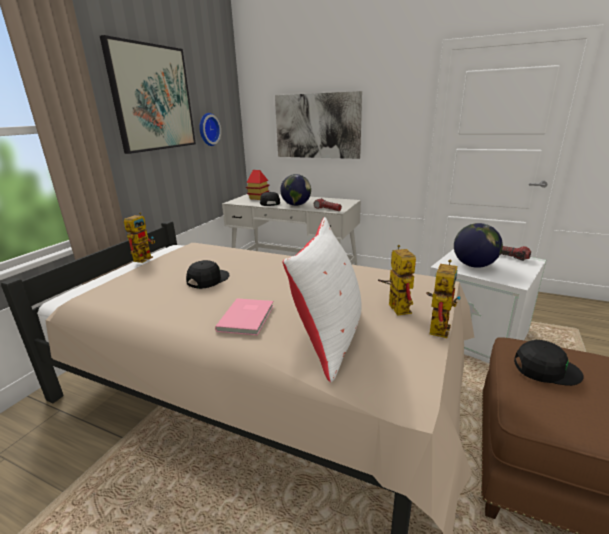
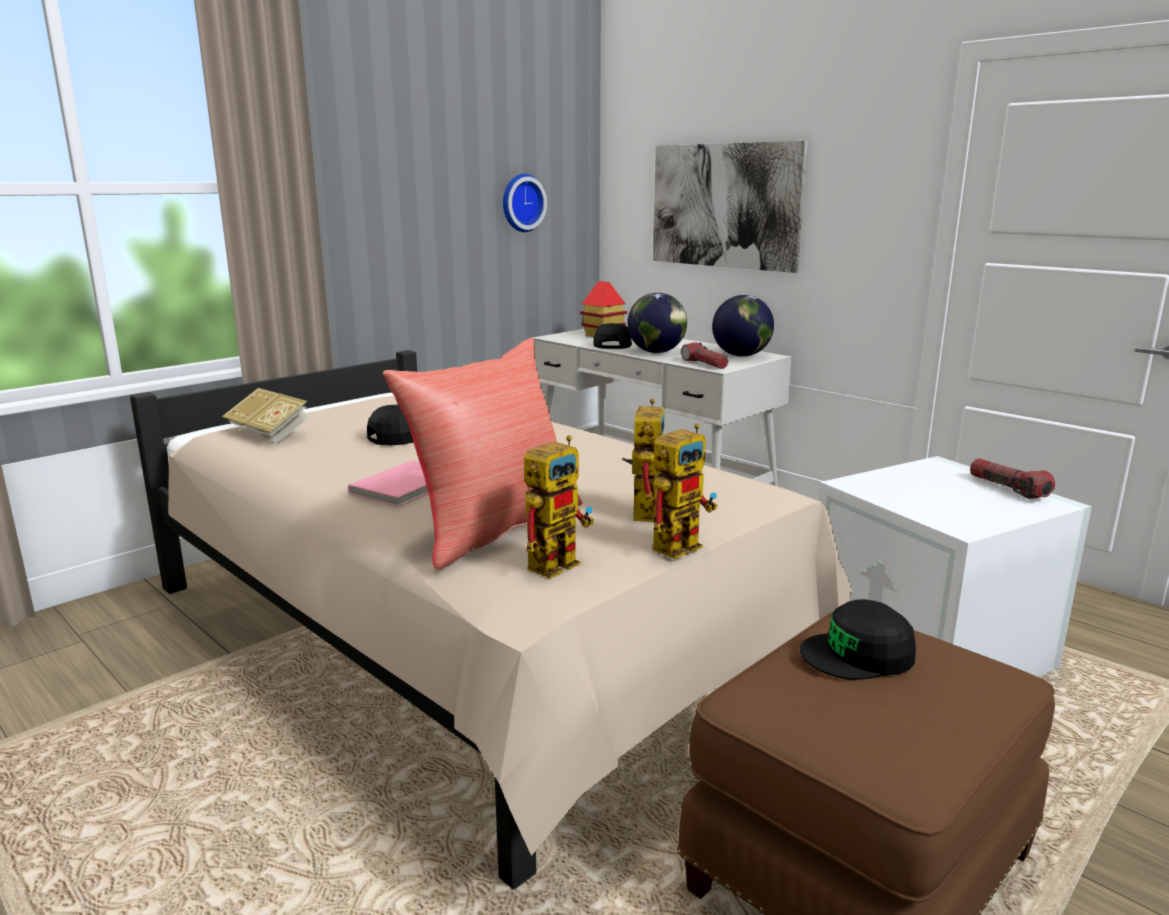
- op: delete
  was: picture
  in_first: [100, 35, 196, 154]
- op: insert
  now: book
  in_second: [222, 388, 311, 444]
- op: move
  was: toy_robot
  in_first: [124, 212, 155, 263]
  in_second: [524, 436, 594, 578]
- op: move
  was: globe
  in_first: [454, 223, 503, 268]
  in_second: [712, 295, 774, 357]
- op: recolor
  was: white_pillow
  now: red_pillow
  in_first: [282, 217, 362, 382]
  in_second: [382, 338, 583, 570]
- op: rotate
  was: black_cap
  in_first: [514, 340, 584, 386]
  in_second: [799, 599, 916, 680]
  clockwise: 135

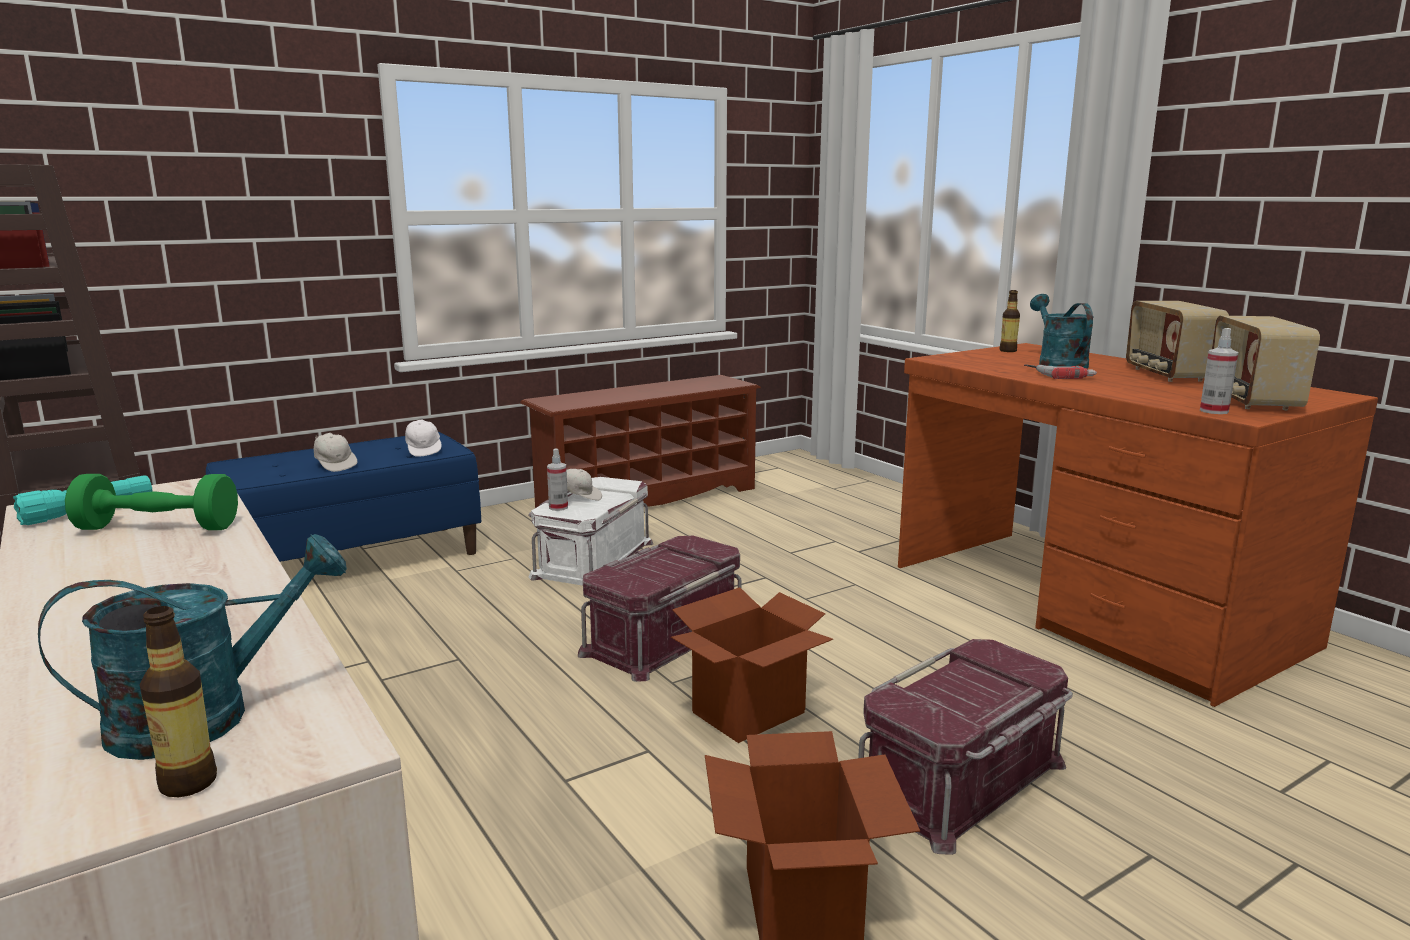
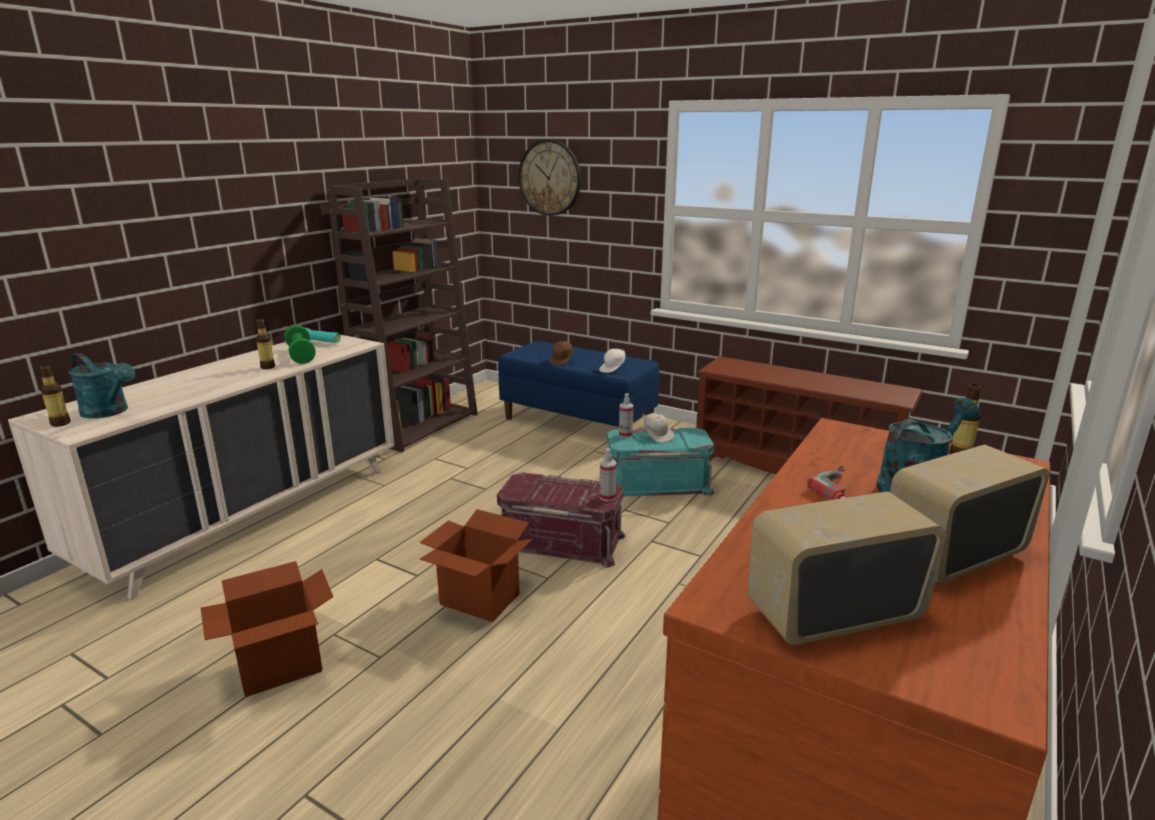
- op: delete
  was: red_storage_box
  in_first: [858, 639, 1073, 855]
- op: insert
  now: bottle
  in_second: [256, 319, 275, 369]
- op: insert
  now: wall_clock
  in_second: [518, 140, 581, 216]
- op: move
  was: spray_bottle
  in_first: [1200, 328, 1238, 414]
  in_second: [600, 449, 617, 501]
- op: recolor
  was: white_cap
  now: brown_cap
  in_first: [314, 433, 357, 472]
  in_second: [550, 341, 573, 365]
- op: recolor
  was: white_storage_box
  now: turquoise_storage_box
  in_first: [528, 477, 654, 586]
  in_second: [607, 428, 714, 496]

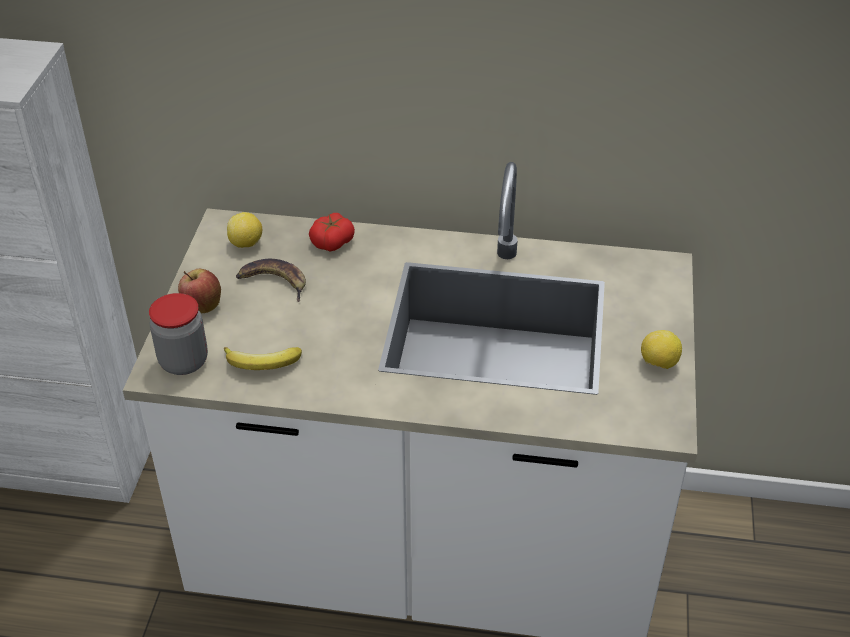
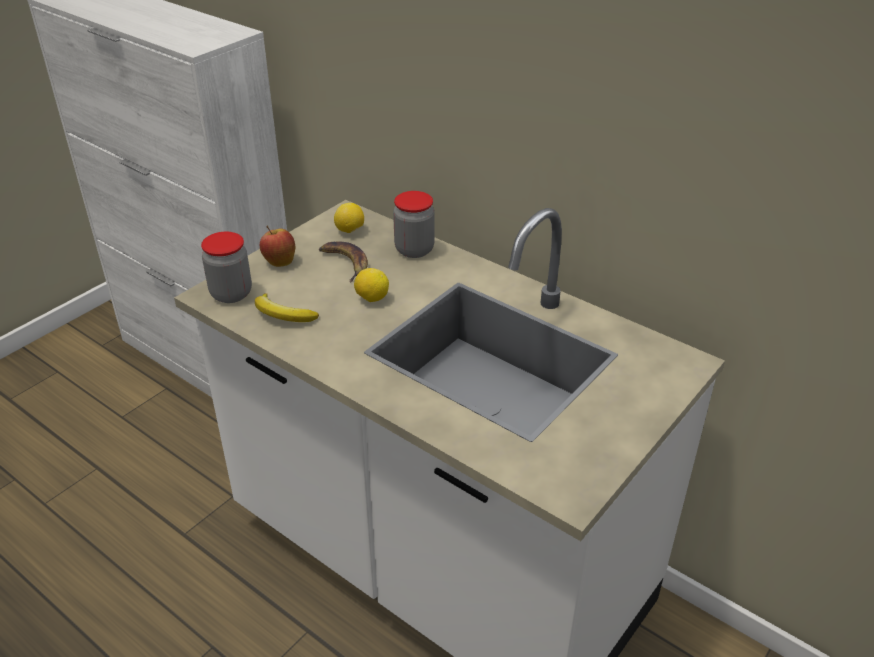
- op: move
  was: lemon
  in_first: [641, 330, 682, 369]
  in_second: [354, 268, 389, 302]
- op: replace
  was: tomato
  now: jar
  in_first: [309, 213, 355, 252]
  in_second: [393, 191, 435, 258]

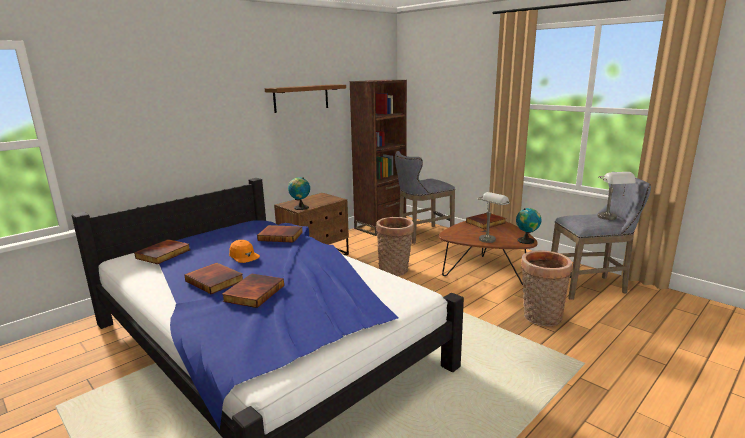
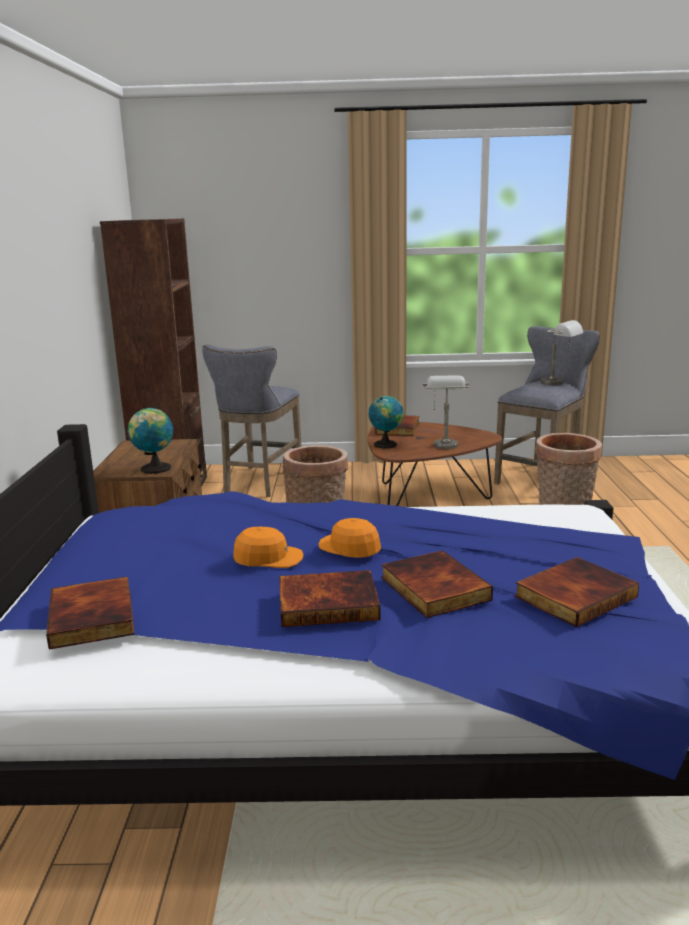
- op: delete
  was: brown_shelf
  in_first: [265, 84, 346, 113]
- op: insert
  now: orange_cap
  in_second: [318, 518, 381, 558]
- op: move
  was: book
  in_first: [257, 225, 303, 243]
  in_second: [514, 557, 639, 627]
- op: move
  was: globe
  in_first: [516, 208, 541, 244]
  in_second: [369, 396, 404, 448]

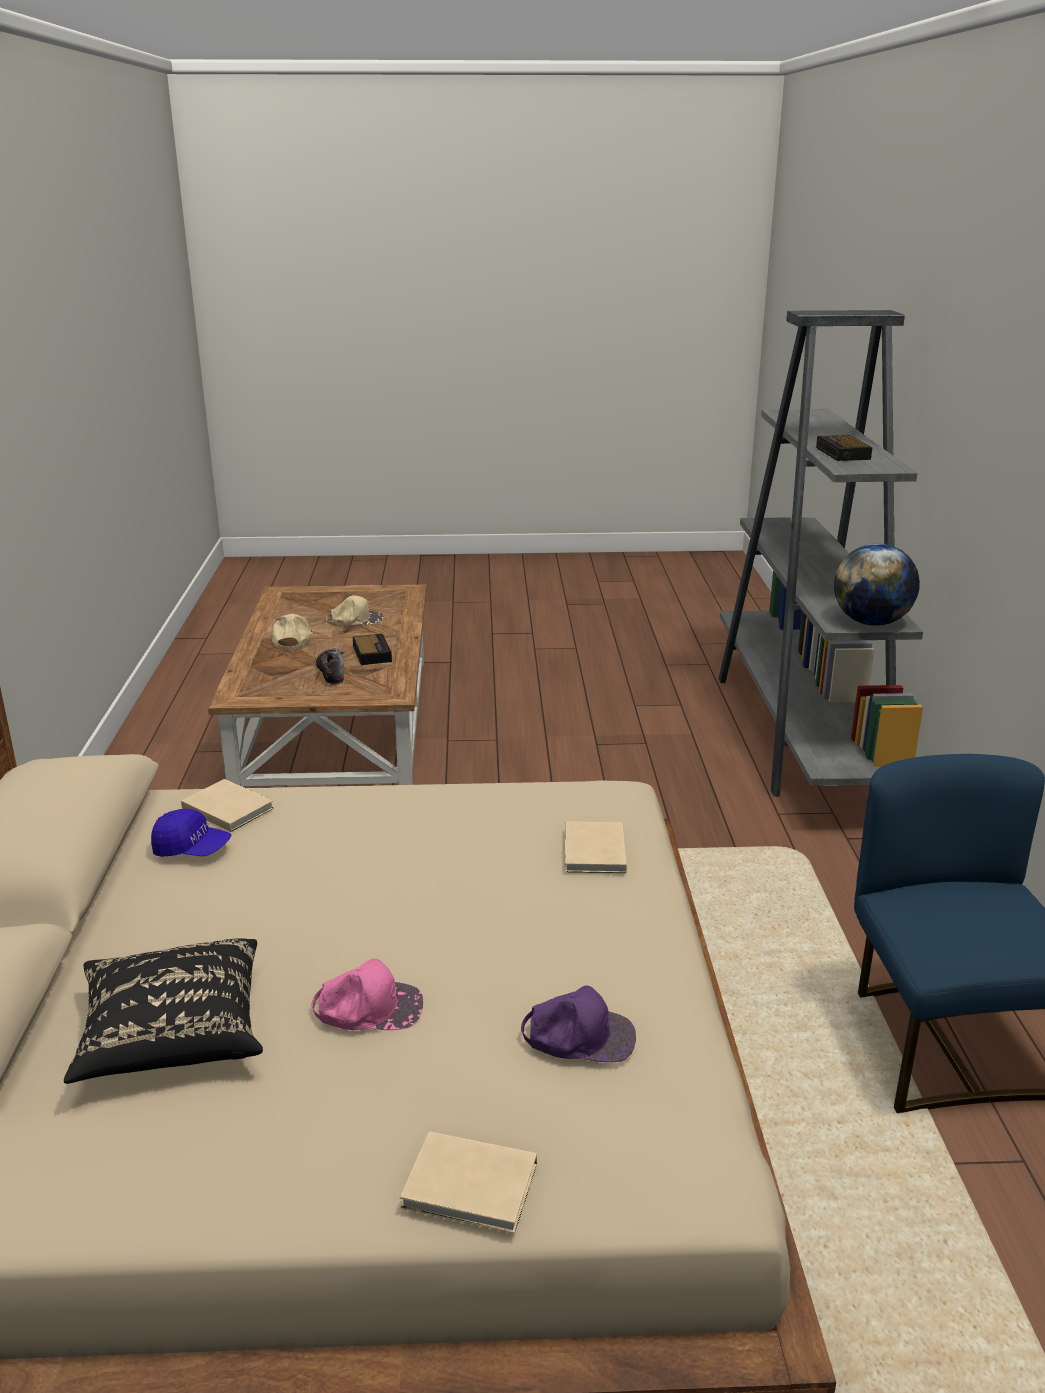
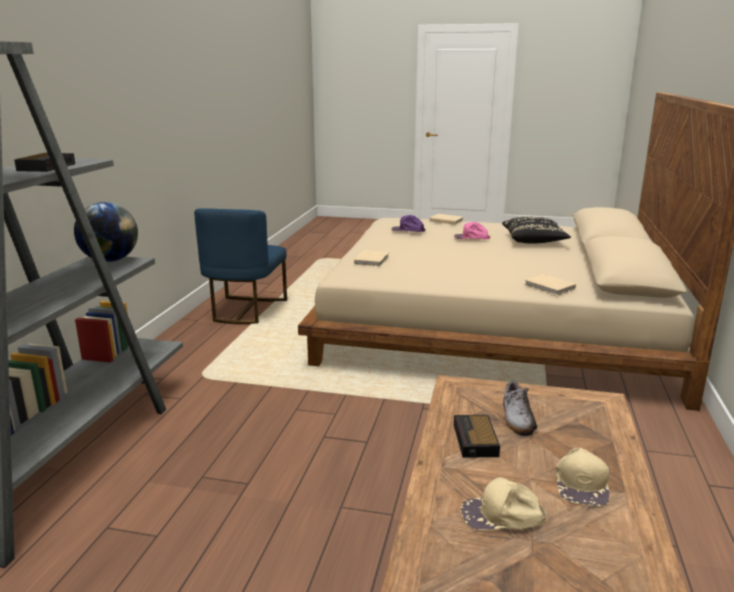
- op: delete
  was: blue_cap
  in_first: [151, 809, 232, 857]

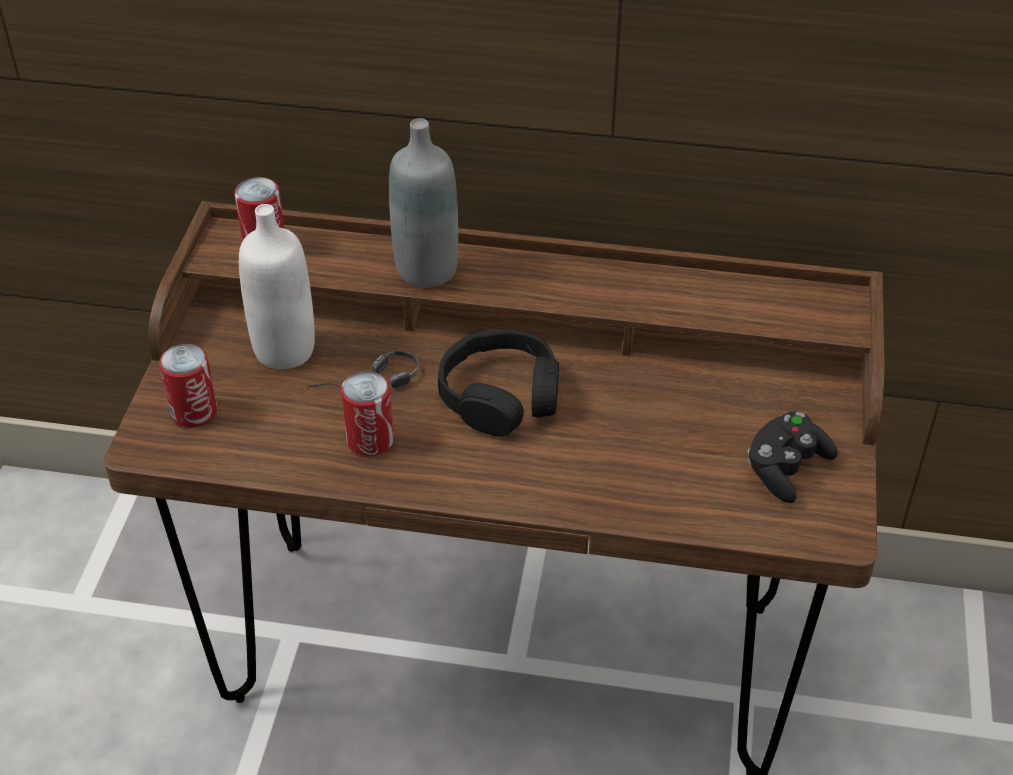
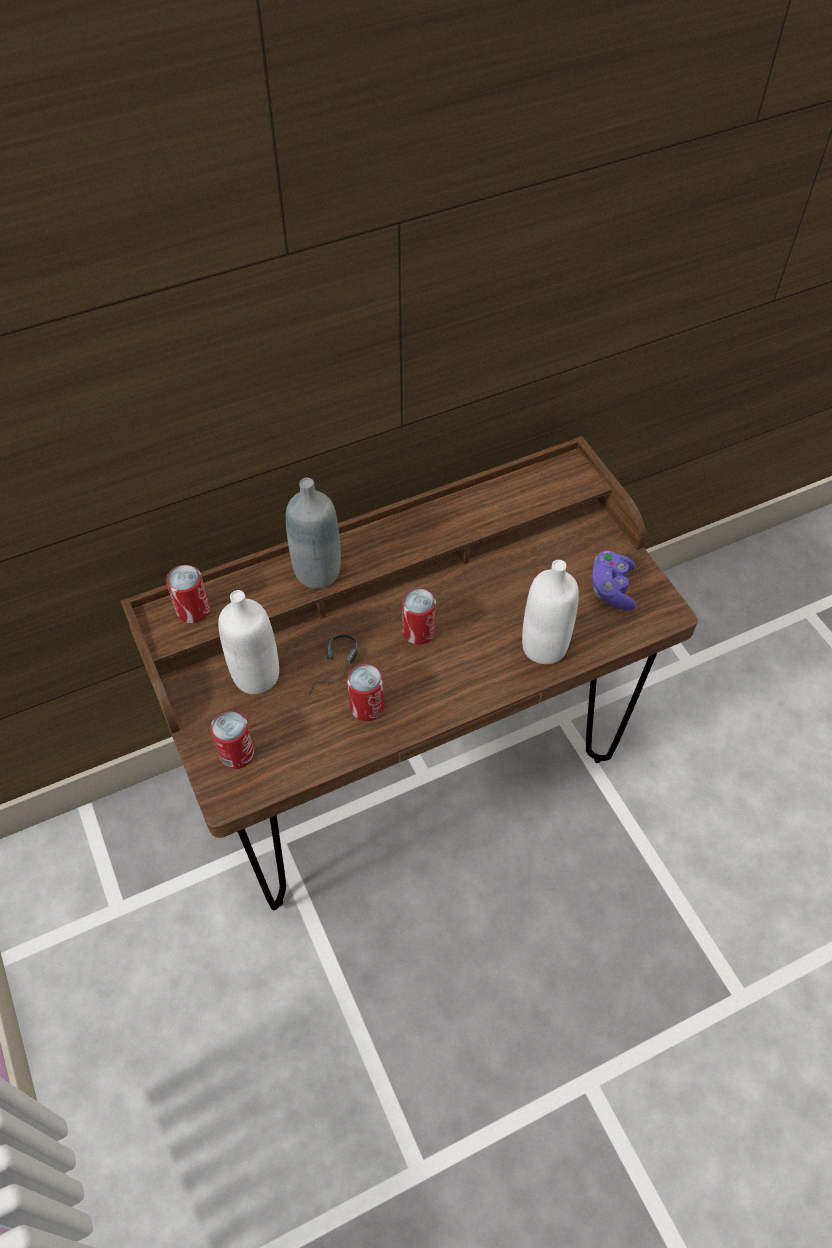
- op: insert
  now: white_bottle
  in_second: [522, 560, 579, 664]
- op: replace
  was: black_headphones
  now: can
  in_first: [438, 329, 559, 436]
  in_second: [402, 588, 436, 645]
- op: recolor
  was: black_game_controller
  now: purple_game_controller
  in_first: [748, 411, 838, 503]
  in_second: [592, 551, 636, 610]

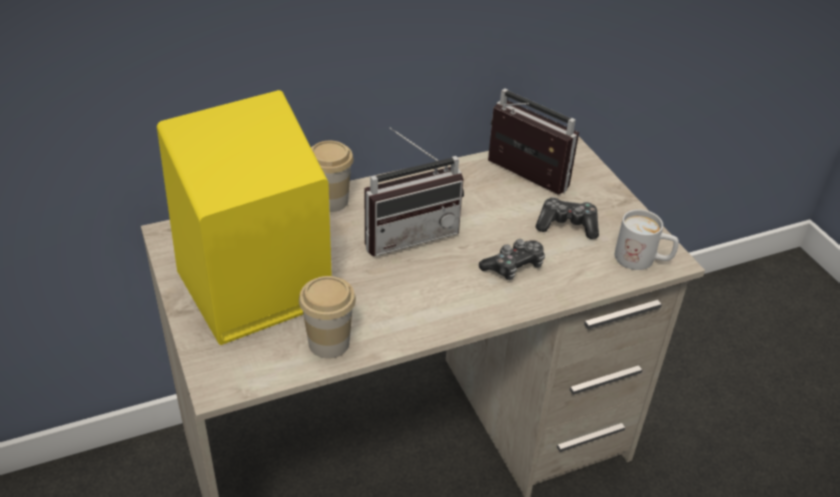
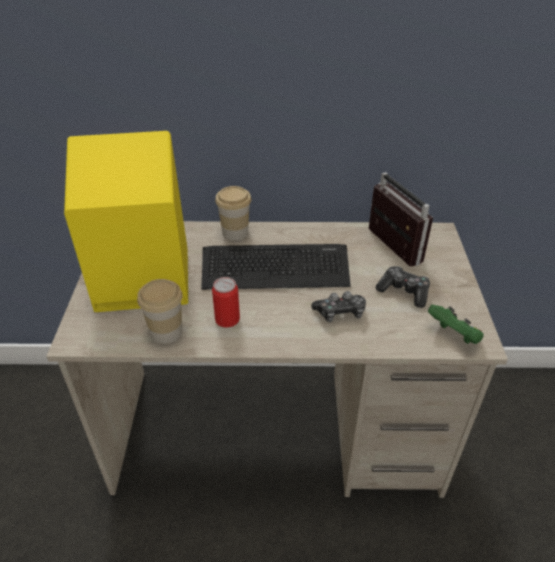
- op: insert
  now: can
  in_second: [212, 277, 240, 328]
- op: replace
  was: radio
  now: keyboard
  in_first: [365, 127, 464, 257]
  in_second: [201, 244, 351, 290]
- op: replace
  was: white_mug
  now: green_game_controller
  in_first: [615, 209, 679, 270]
  in_second: [428, 305, 484, 344]

